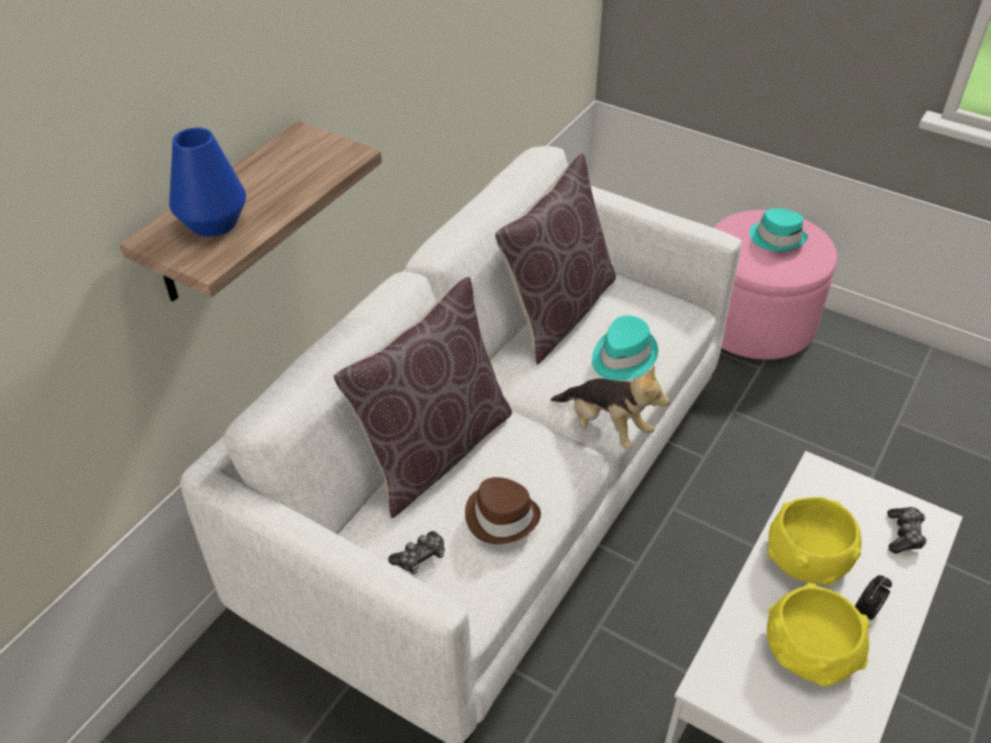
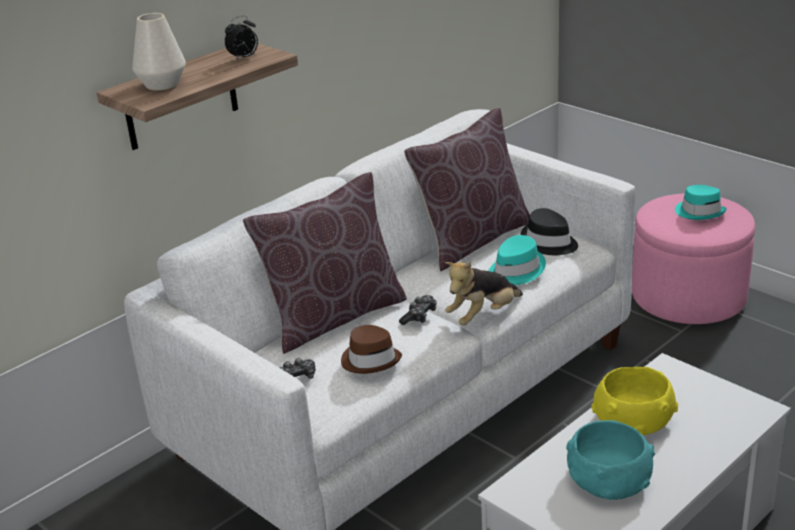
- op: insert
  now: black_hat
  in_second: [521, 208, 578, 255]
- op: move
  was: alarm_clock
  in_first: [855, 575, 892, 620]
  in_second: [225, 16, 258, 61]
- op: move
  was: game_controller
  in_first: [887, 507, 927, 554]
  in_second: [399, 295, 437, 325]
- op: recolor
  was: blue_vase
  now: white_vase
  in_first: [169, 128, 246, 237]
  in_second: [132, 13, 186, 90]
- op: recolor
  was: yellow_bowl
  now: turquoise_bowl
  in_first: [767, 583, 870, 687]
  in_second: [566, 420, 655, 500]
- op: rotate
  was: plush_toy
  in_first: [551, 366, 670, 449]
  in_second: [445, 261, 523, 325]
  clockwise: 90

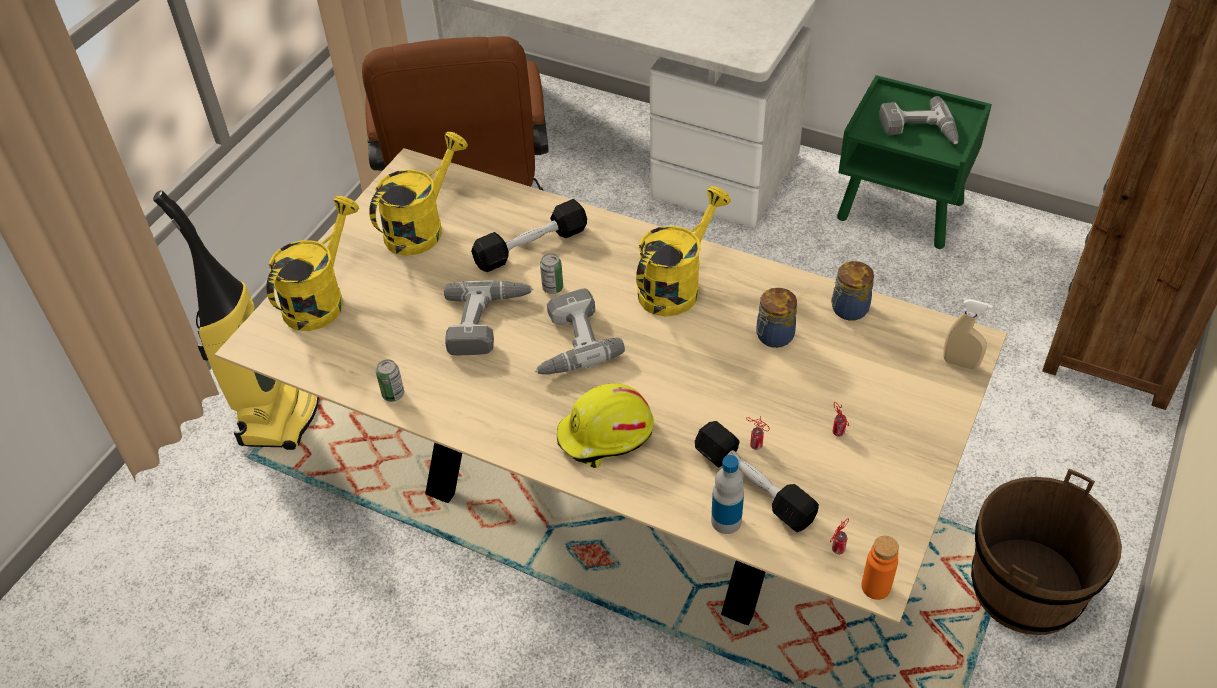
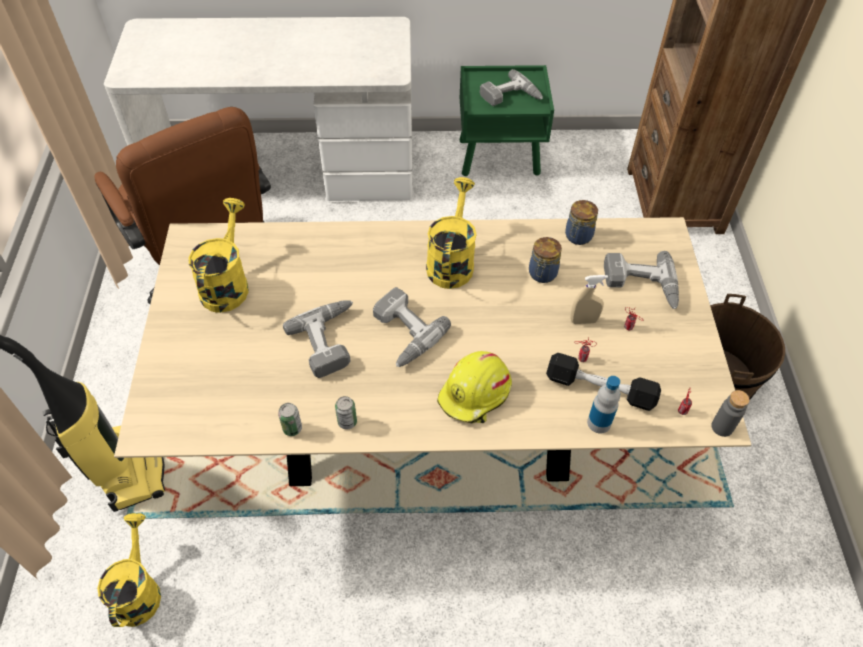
- op: delete
  was: black_dumbbell
  in_first: [471, 199, 587, 272]
- op: insert
  now: power_drill
  in_second: [604, 251, 679, 309]
- op: move
  was: yellow_watering_can
  in_first: [267, 196, 359, 331]
  in_second: [97, 513, 161, 627]
- op: move
  was: can
  in_first: [540, 253, 563, 294]
  in_second: [335, 396, 357, 430]
- op: move
  was: beige_spray_bottle
  in_first: [943, 299, 993, 370]
  in_second: [571, 275, 608, 324]
- op: recolor
  was: orange_bottle
  now: grey_bottle
  in_first: [861, 536, 899, 600]
  in_second: [711, 390, 750, 437]

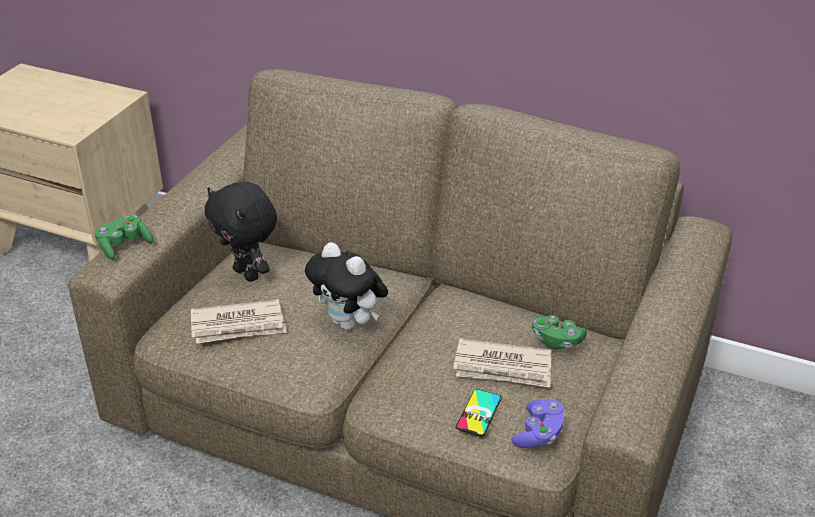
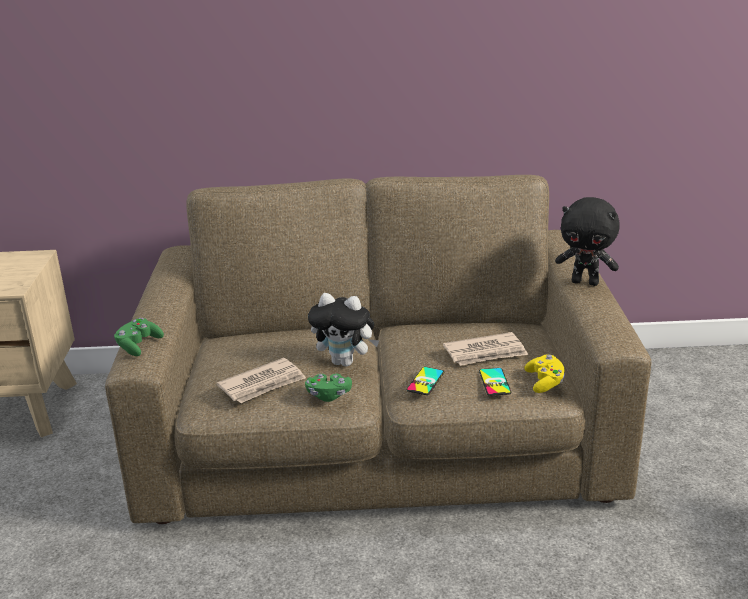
- op: insert
  now: phone
  in_second: [406, 367, 444, 395]
- op: move
  was: black_plush_toy
  in_first: [205, 182, 277, 282]
  in_second: [555, 197, 620, 286]
- op: move
  was: green_game_controller
  in_first: [532, 315, 587, 349]
  in_second: [305, 374, 352, 402]
- op: recolor
  was: purple_game_controller
  now: yellow_game_controller
  in_first: [512, 400, 565, 448]
  in_second: [524, 354, 565, 393]

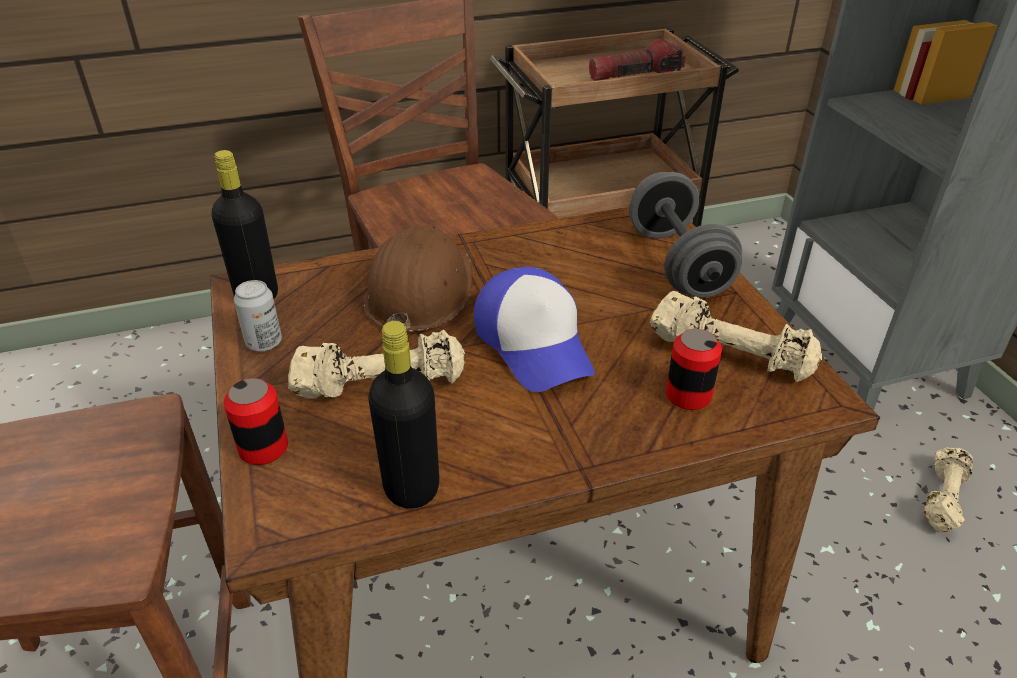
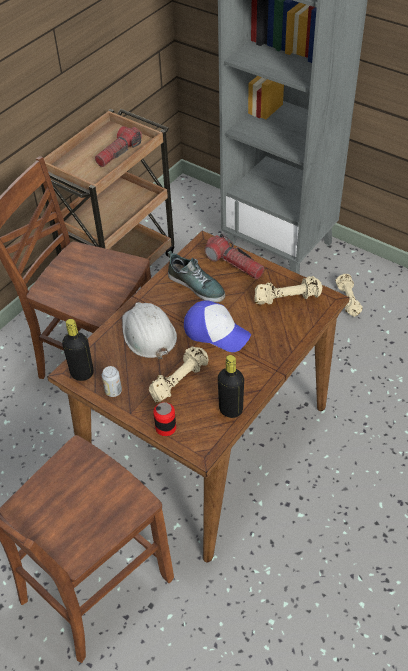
- op: delete
  was: can
  in_first: [666, 329, 722, 410]
- op: insert
  now: shoe
  in_second: [167, 251, 225, 303]
- op: replace
  was: grey_dumbbell
  now: flashlight
  in_first: [629, 172, 742, 298]
  in_second: [204, 233, 264, 279]
- op: recolor
  was: brown_hard_hat
  now: white_hard_hat
  in_first: [364, 225, 472, 331]
  in_second: [122, 302, 177, 359]

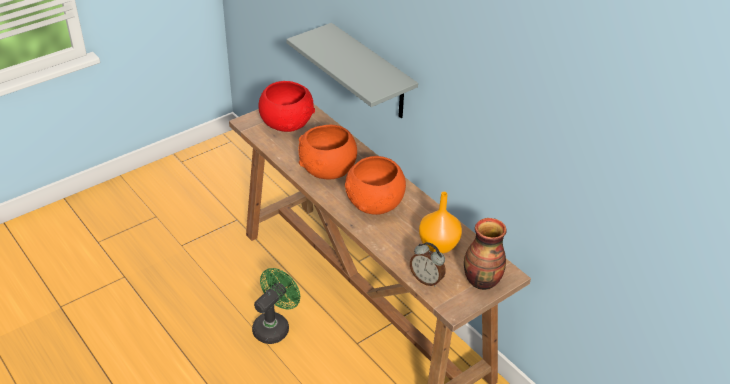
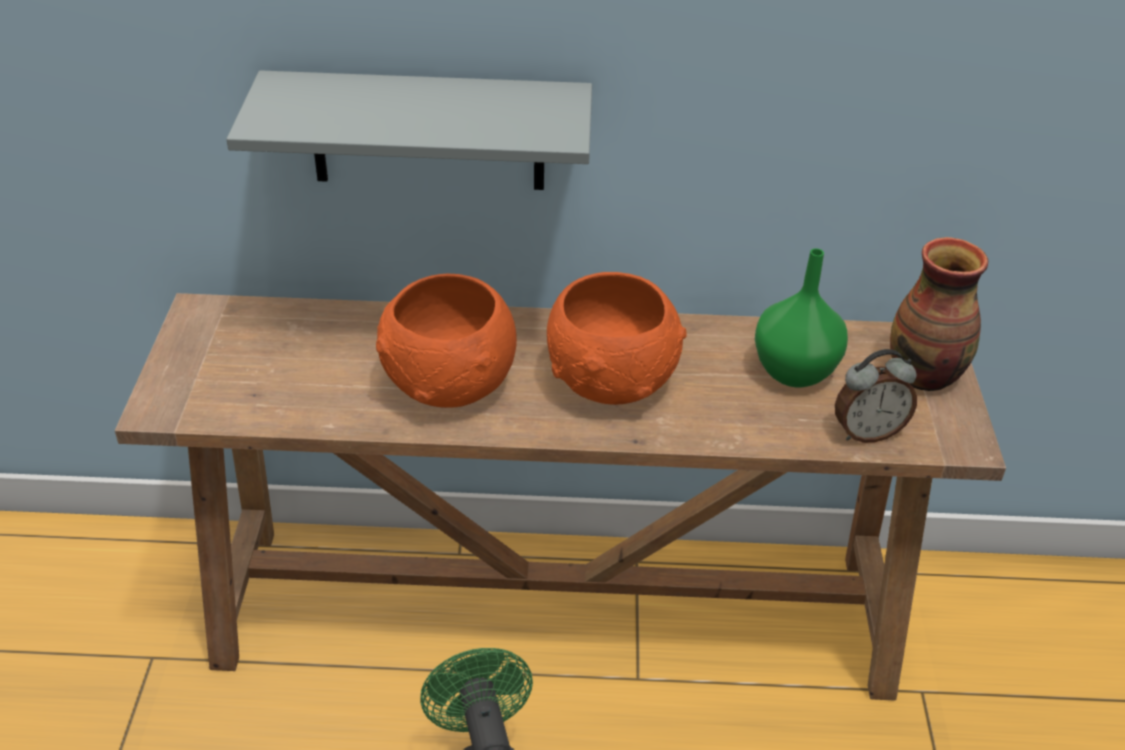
- op: delete
  was: red_bowl
  in_first: [259, 81, 315, 132]
- op: recolor
  was: orange_vase
  now: green_vase
  in_first: [419, 192, 462, 253]
  in_second: [755, 248, 848, 387]

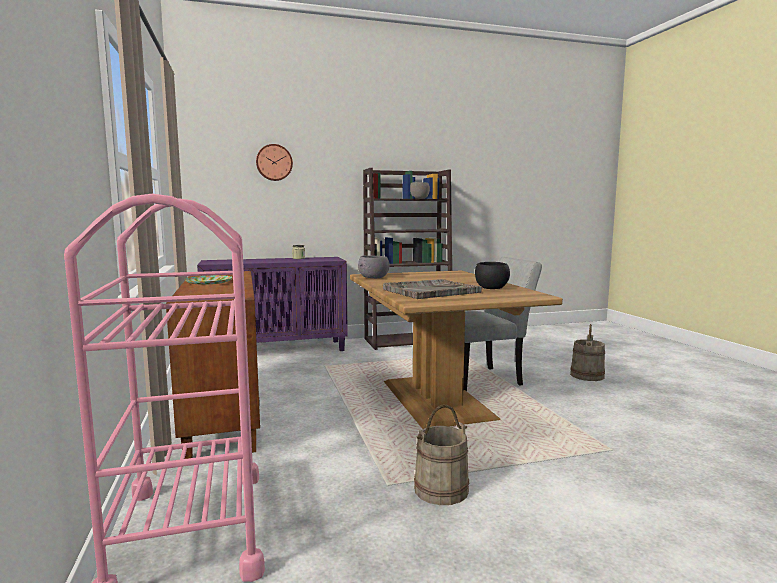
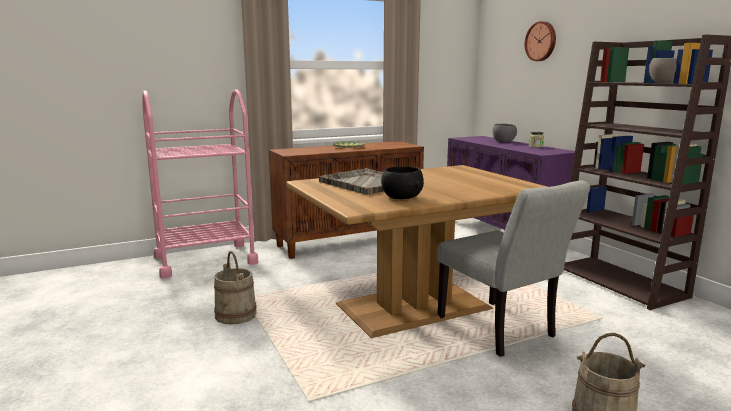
- op: move
  was: grey_bowl
  in_first: [358, 256, 389, 278]
  in_second: [492, 124, 517, 142]

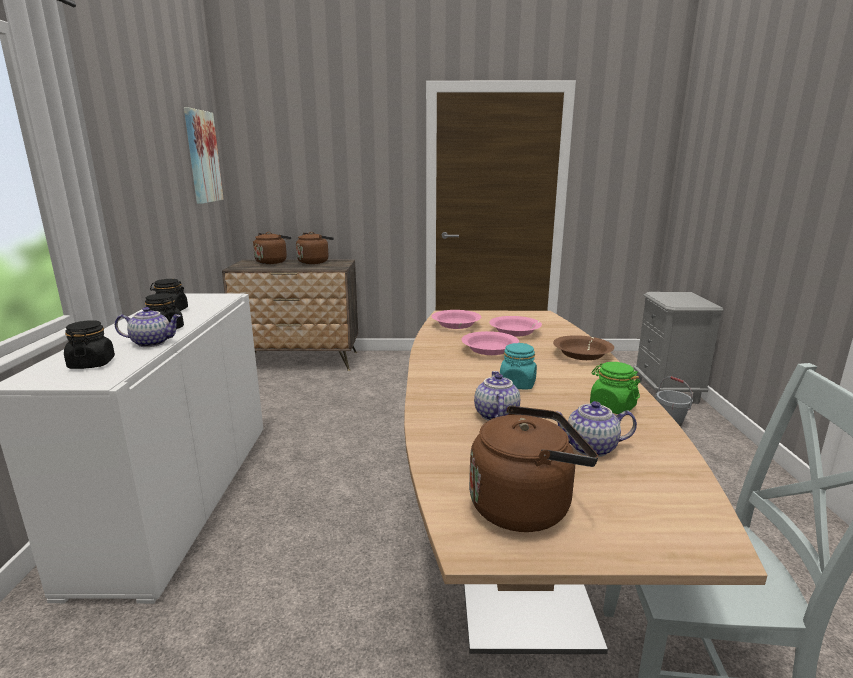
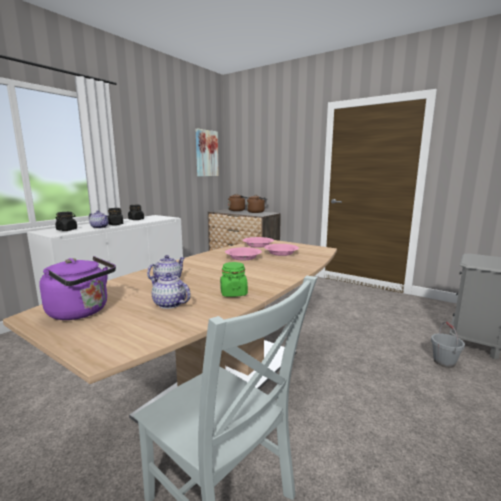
- op: delete
  was: turquoise_jar
  in_first: [500, 343, 537, 390]
- op: delete
  was: brown_bowl
  in_first: [553, 335, 614, 360]
- op: recolor
  was: brown_kettle
  now: purple_kettle
  in_first: [469, 406, 598, 532]
  in_second: [39, 256, 116, 320]

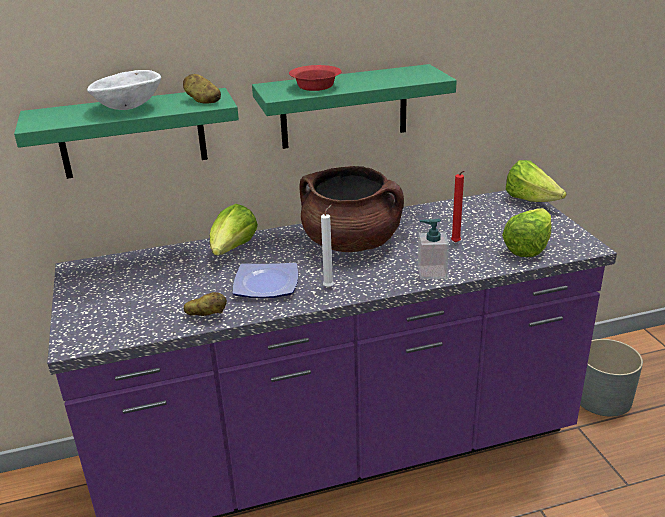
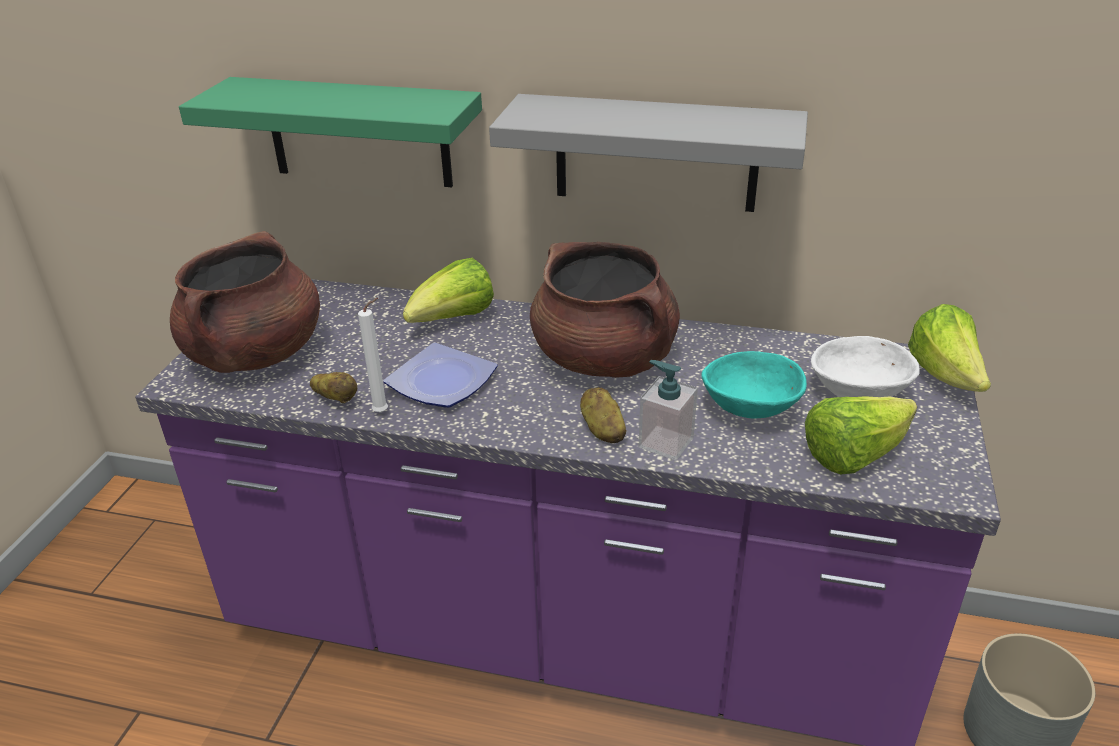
- op: delete
  was: red_bowl
  in_first: [289, 65, 342, 91]
- op: insert
  now: brown_cooking_pot
  in_second: [170, 231, 320, 373]
- op: move
  was: white_bowl
  in_first: [87, 70, 161, 110]
  in_second: [811, 336, 920, 397]
- op: move
  was: potato
  in_first: [183, 74, 221, 103]
  in_second: [580, 387, 626, 443]
- op: move
  was: white_candle
  in_first: [321, 204, 334, 288]
  in_second: [358, 298, 388, 413]
- op: replace
  was: red_candle
  now: turquoise_bowl
  in_first: [451, 171, 464, 243]
  in_second: [701, 351, 807, 419]
- op: recolor
  was: green_shelf
  now: grey_shelf
  in_first: [252, 64, 457, 149]
  in_second: [489, 94, 808, 212]

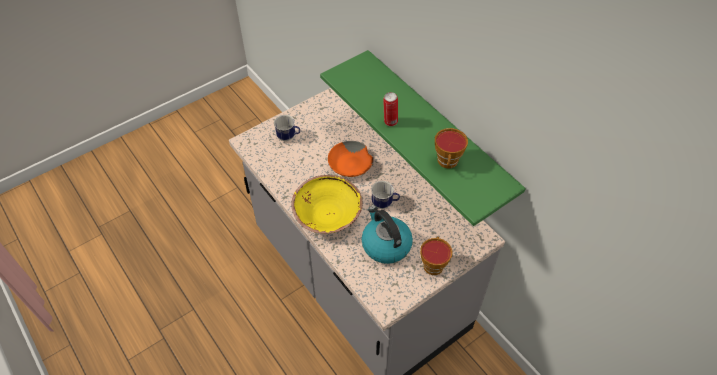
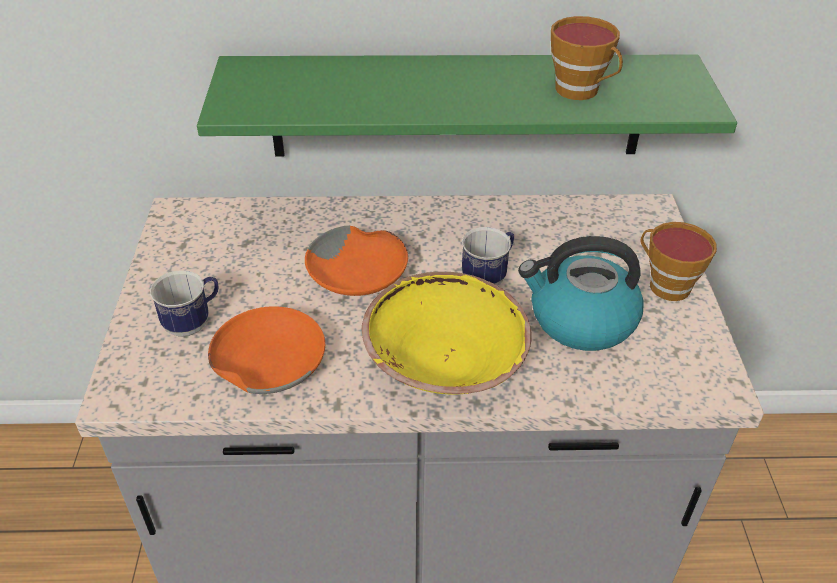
- op: delete
  was: can
  in_first: [383, 92, 398, 126]
- op: insert
  now: orange_bowl
  in_second: [208, 306, 325, 394]

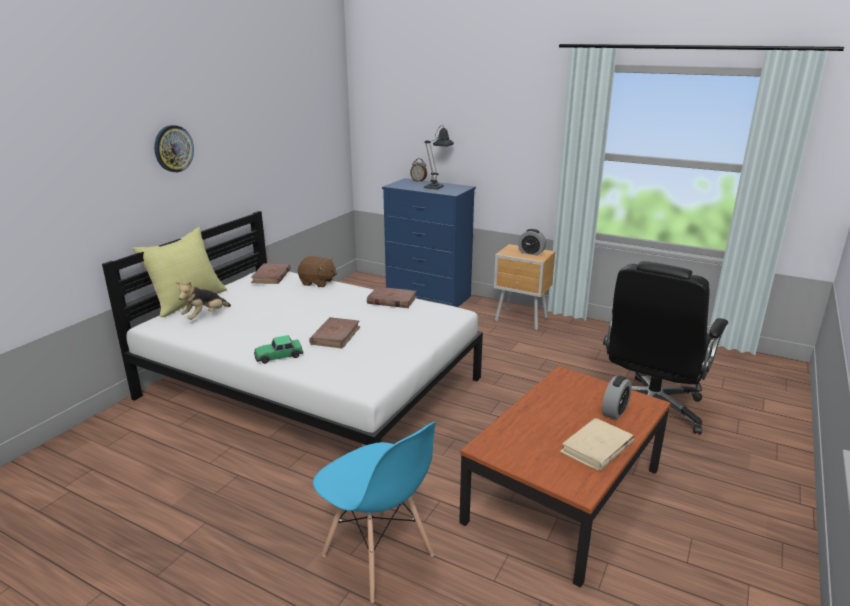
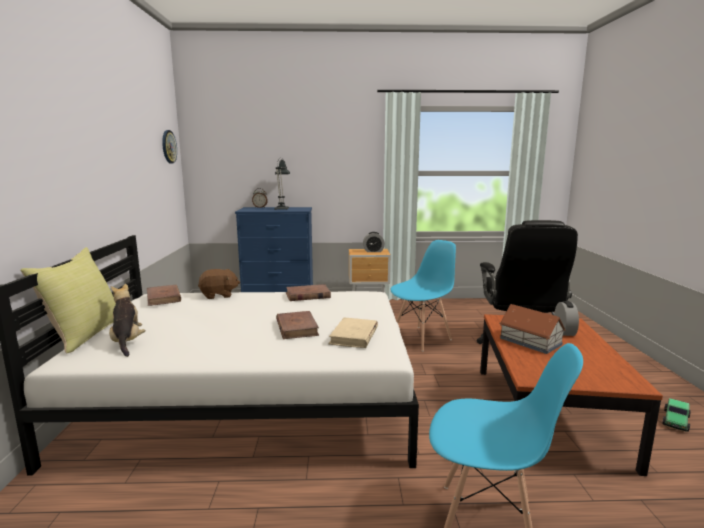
- op: insert
  now: blue_chair
  in_second: [390, 240, 456, 351]
- op: insert
  now: toy_house
  in_second: [499, 304, 566, 354]
- op: move
  was: wall_clock
  in_first: [154, 125, 194, 172]
  in_second: [162, 130, 177, 163]
- op: move
  was: toy_car
  in_first: [254, 335, 303, 364]
  in_second: [662, 398, 691, 432]
- op: move
  was: beige_book
  in_first: [560, 418, 634, 471]
  in_second: [328, 318, 378, 348]
- op: rotate
  was: plush_toy
  in_first: [175, 281, 231, 320]
  in_second: [109, 284, 145, 357]
  clockwise: 150

